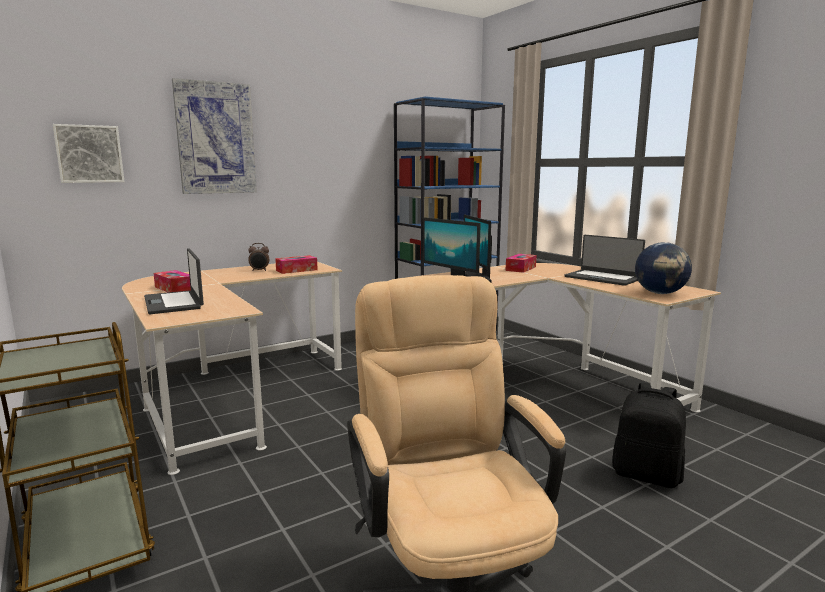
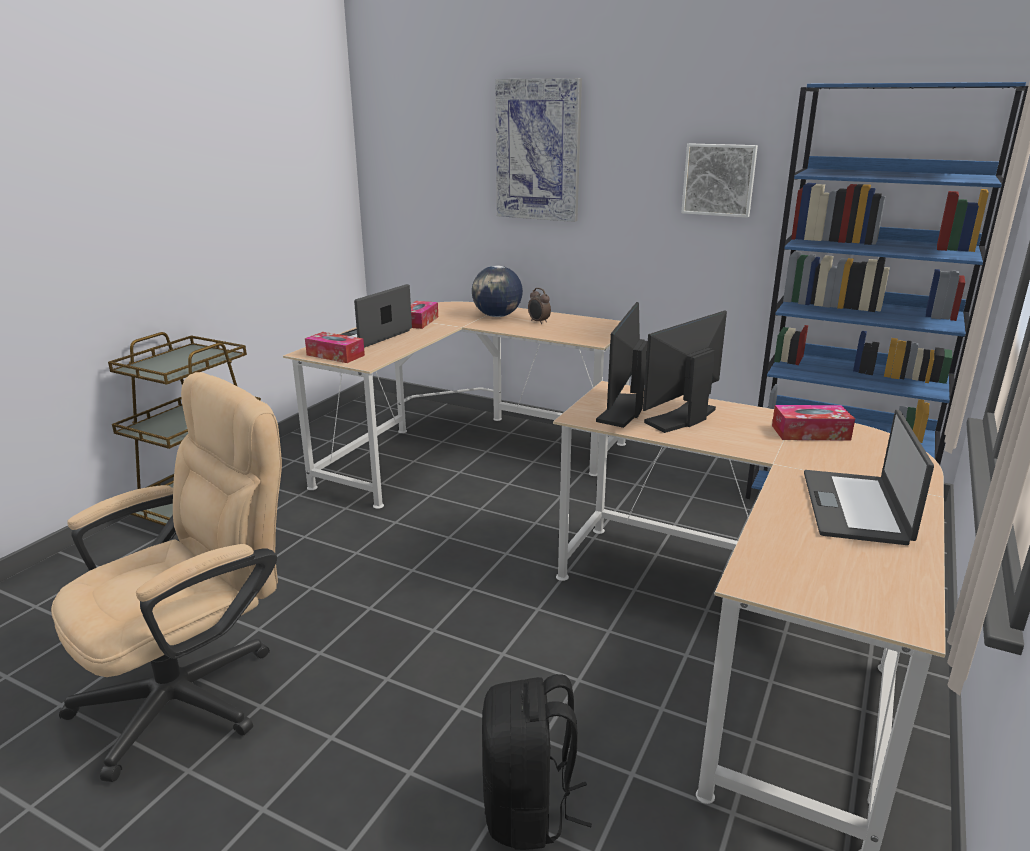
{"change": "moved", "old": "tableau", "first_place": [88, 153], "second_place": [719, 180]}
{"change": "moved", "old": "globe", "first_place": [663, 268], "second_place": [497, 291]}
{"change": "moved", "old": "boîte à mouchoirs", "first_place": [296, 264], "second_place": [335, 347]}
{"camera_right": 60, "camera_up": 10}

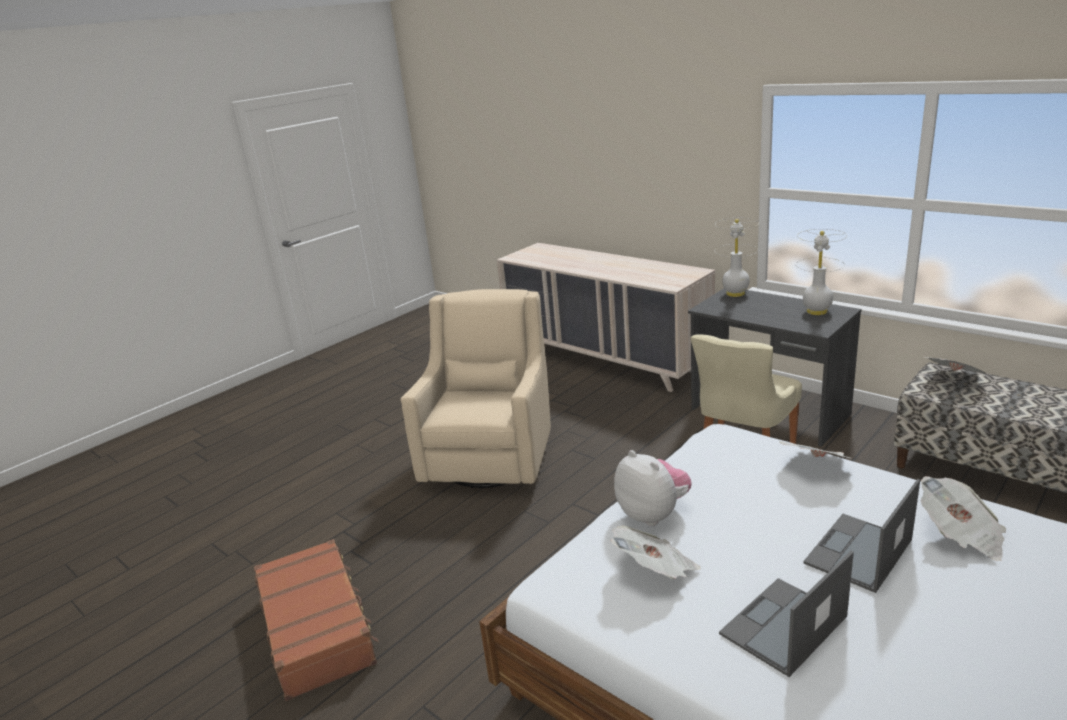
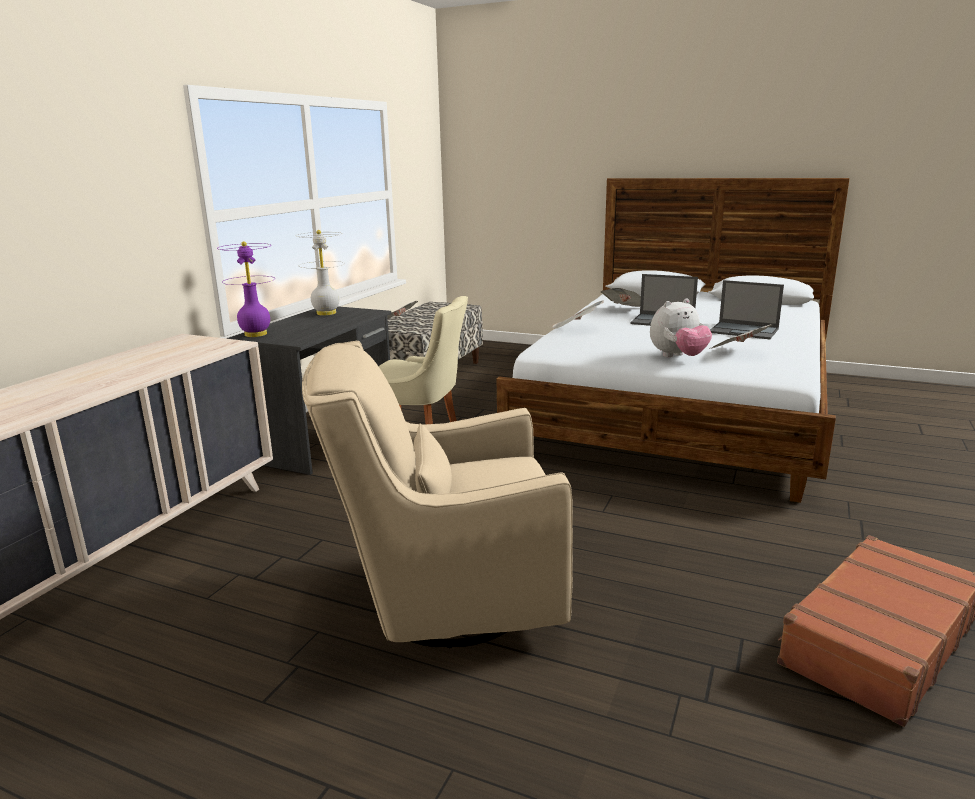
{"change": "recoloured", "old": "lampe de table [blanc]", "new": "lampe de table [violet]", "first_place": [737, 257], "second_place": [246, 289]}
{"change": "turned", "old": "peluche", "first_place": [653, 488], "second_place": [681, 328], "degrees": -150}
{"camera_right": -110, "camera_up": -5}

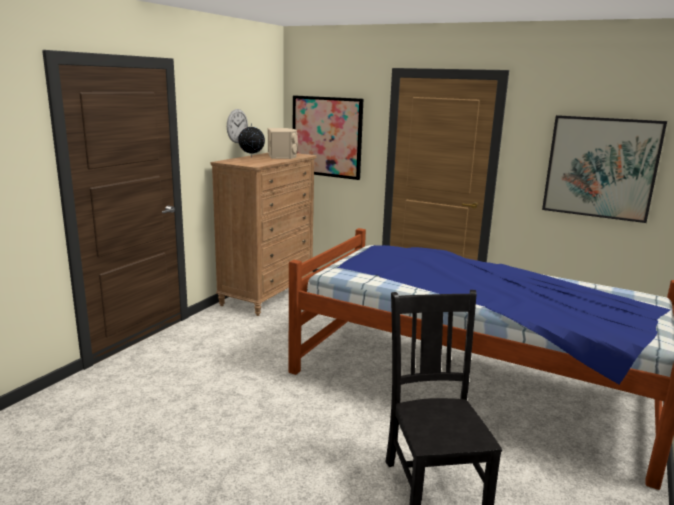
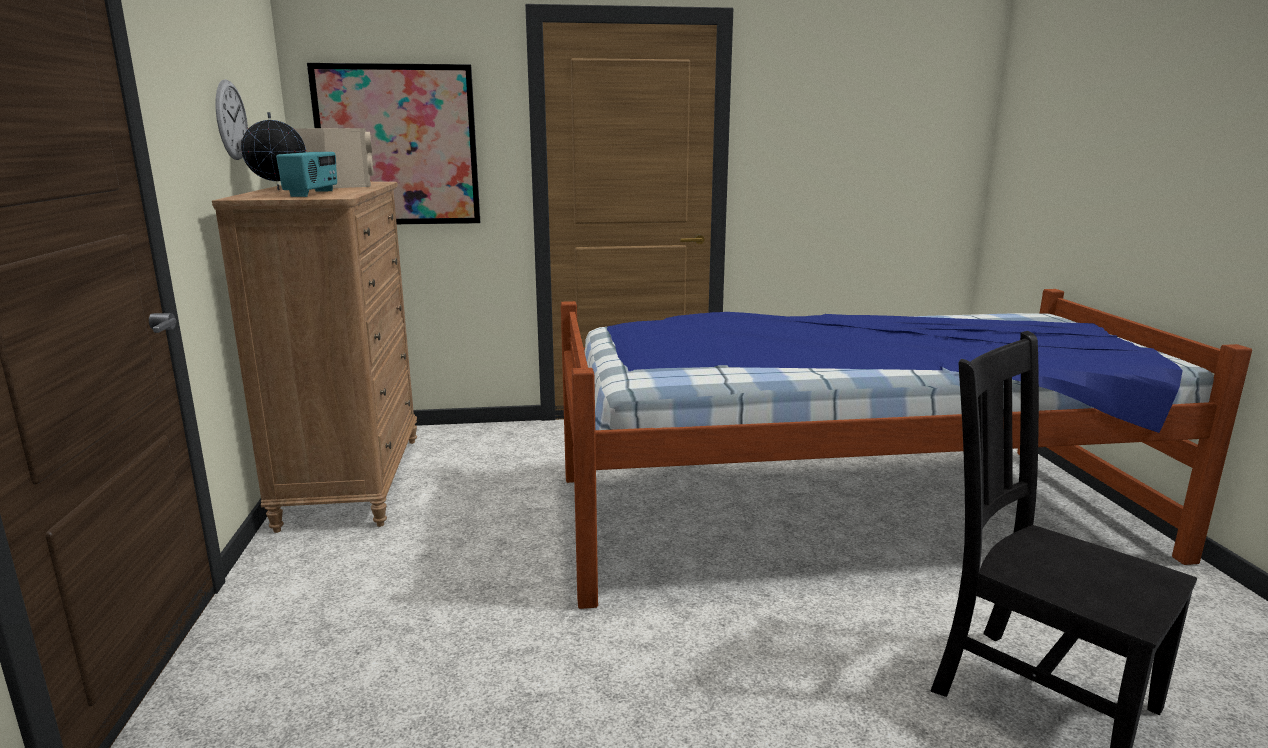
{"change": "removed", "old": "tableau", "first_place": [604, 169]}
{"change": "added", "new": "radio", "second_place": [306, 174]}
{"camera_right": -35, "camera_up": 0}

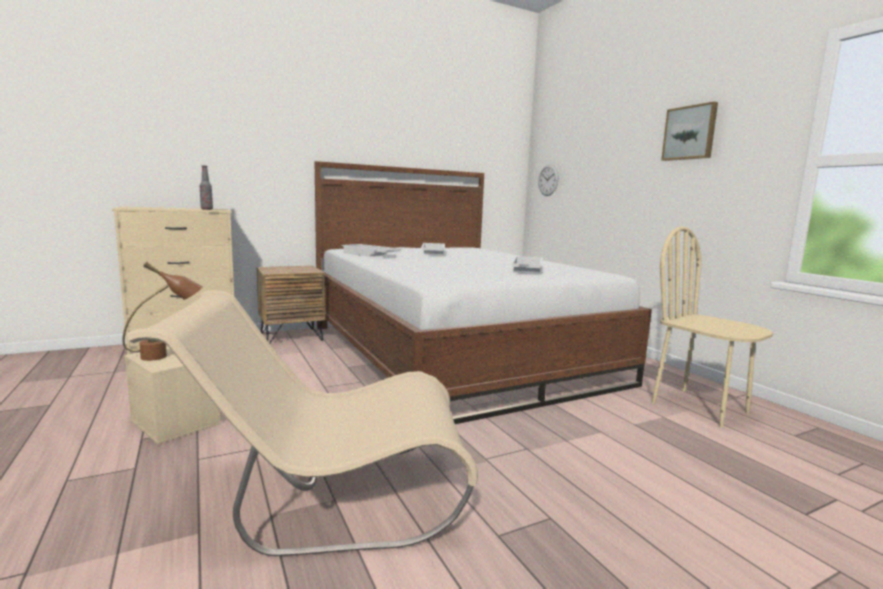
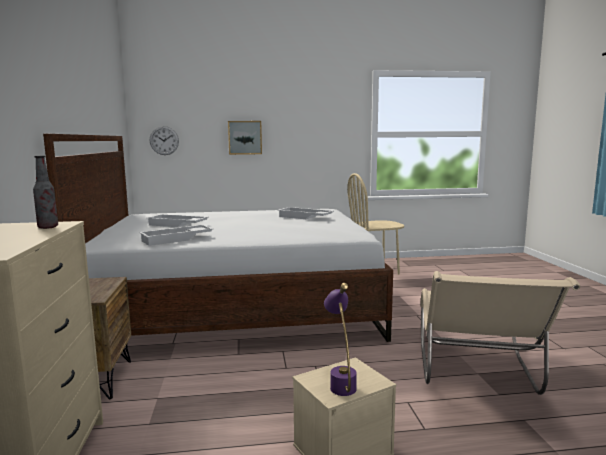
{"change": "moved", "old": "tableau", "first_place": [689, 131], "second_place": [245, 138]}
{"change": "recoloured", "old": "lampe de table [marron]", "new": "lampe de table [violet]", "first_place": [163, 311], "second_place": [340, 339]}
{"camera_right": -70, "camera_up": 0}

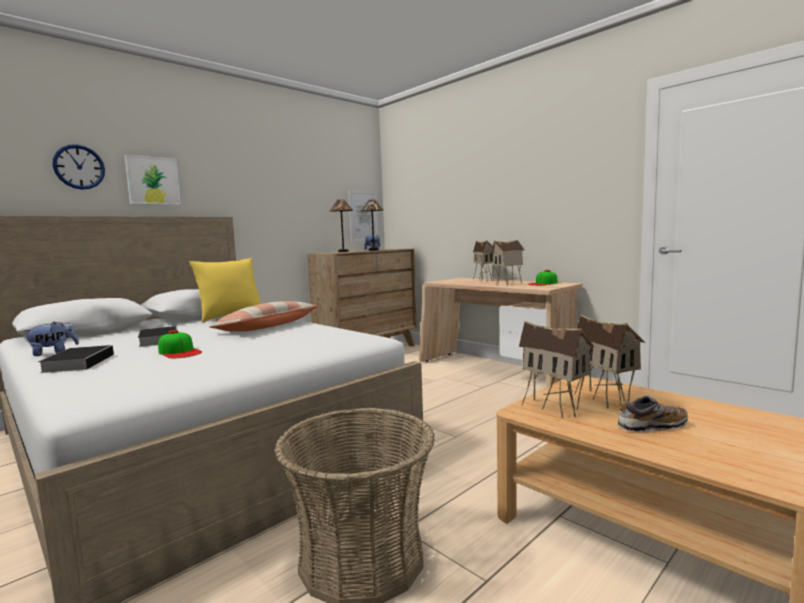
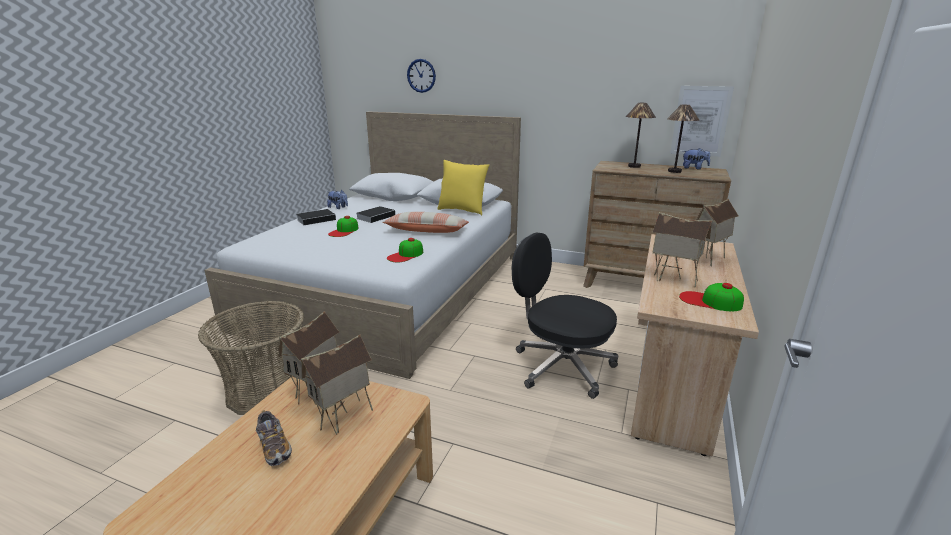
{"change": "removed", "old": "tableau", "first_place": [153, 180]}
{"change": "added", "new": "chaise de bureau [noir]", "second_place": [565, 316]}
{"change": "added", "new": "casquette", "second_place": [405, 250]}
{"camera_right": 65, "camera_up": 15}

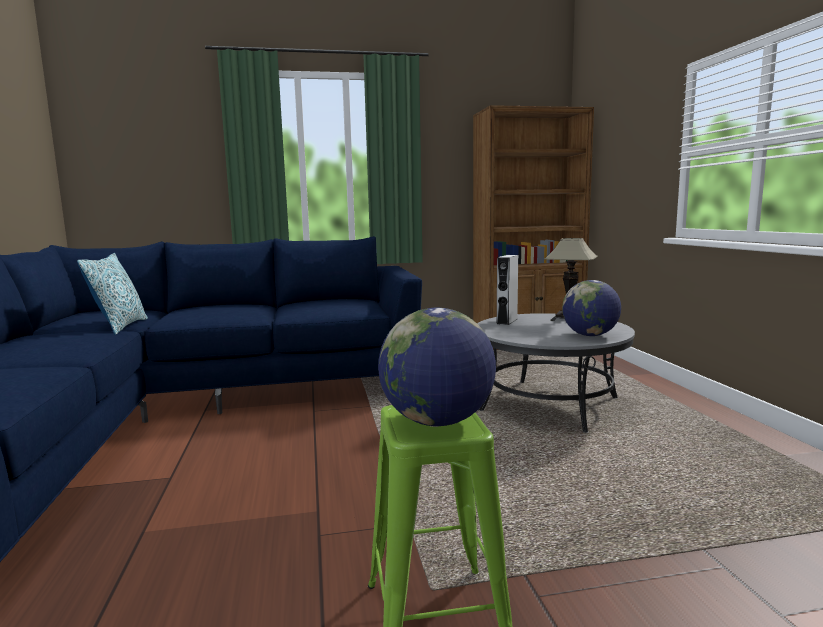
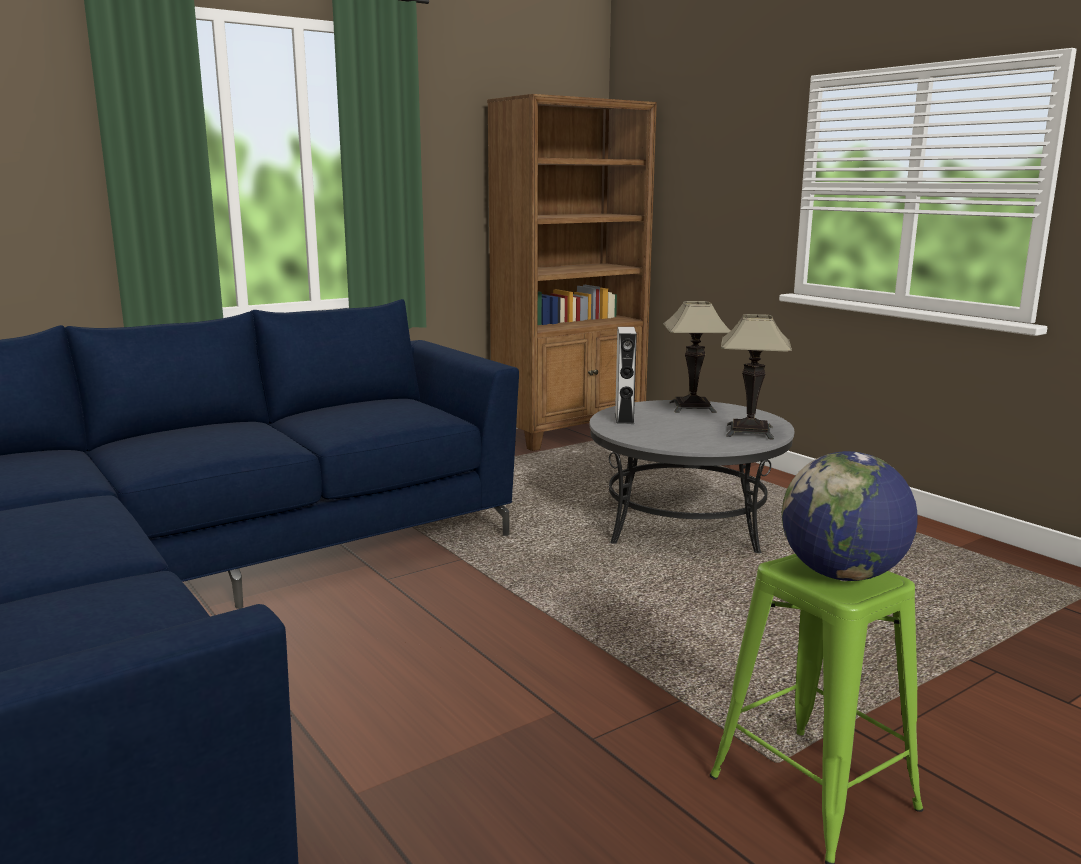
{"change": "removed", "old": "coussin", "first_place": [112, 294]}
{"change": "replaced", "old": "globe", "new": "lampe de table", "first_place": [591, 308], "second_place": [756, 377]}
{"camera_right": -25, "camera_up": 5}

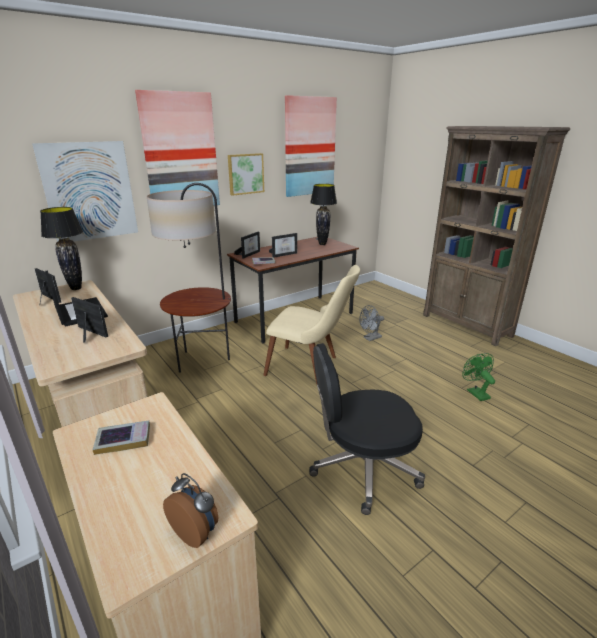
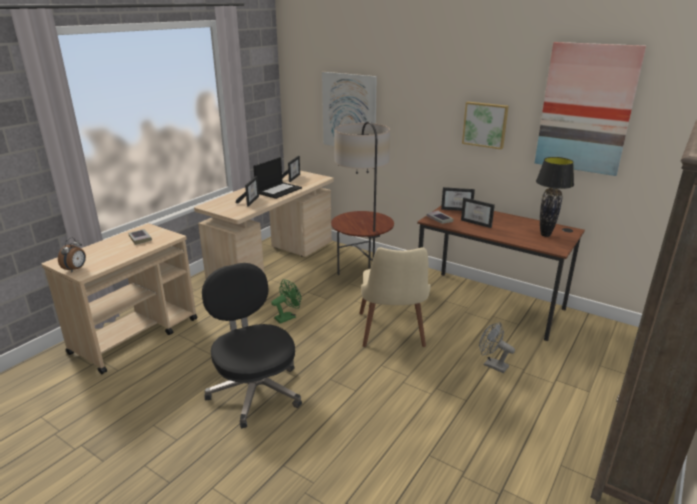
{"change": "removed", "old": "tableau", "first_place": [177, 148]}
{"change": "removed", "old": "lampe de table [noir]", "first_place": [61, 248]}
{"change": "moved", "old": "ventilateur [vert]", "first_place": [478, 377], "second_place": [286, 301]}
{"camera_right": 70, "camera_up": 0}

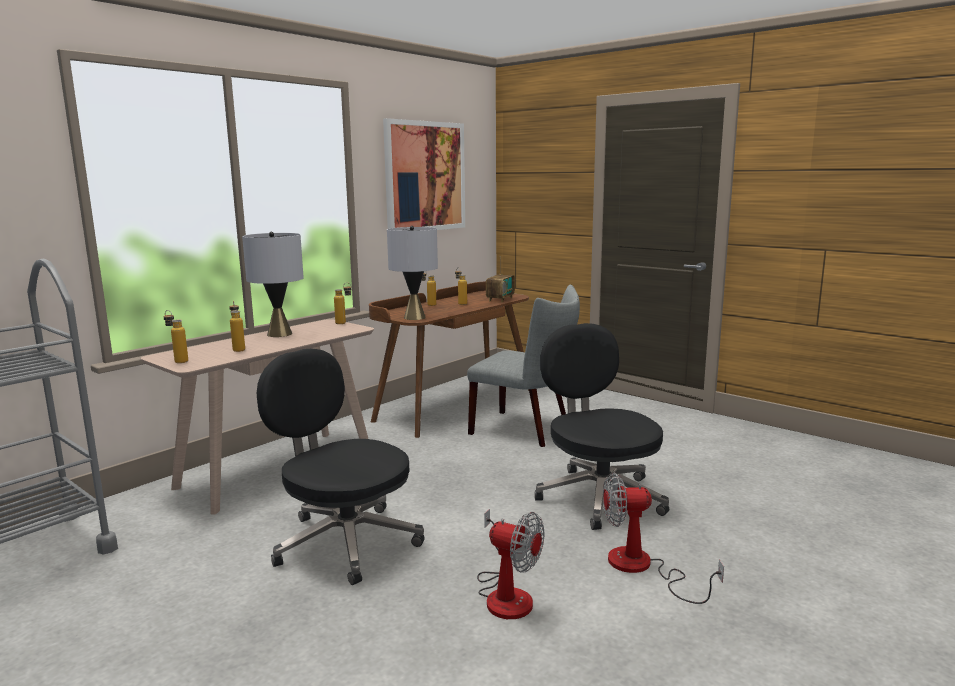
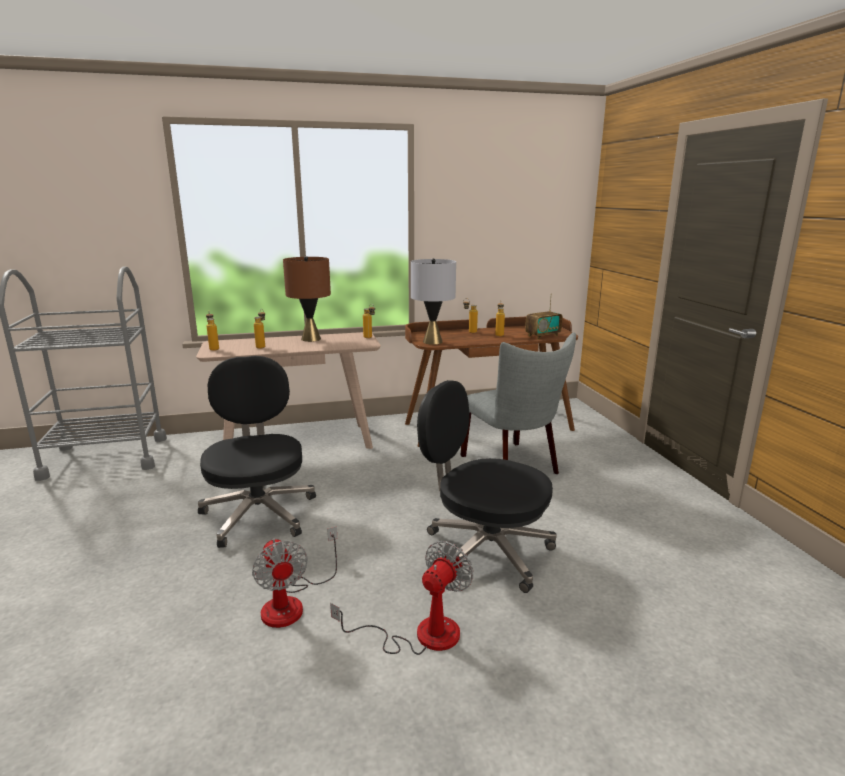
{"change": "removed", "old": "tableau", "first_place": [424, 174]}
{"change": "recoloured", "old": "lampe de table [gris]", "new": "lampe de table [marron]", "first_place": [273, 284], "second_place": [307, 299]}
{"change": "turned", "old": "chaise de bureau [noir]", "first_place": [601, 426], "second_place": [487, 486], "degrees": -75}
{"change": "turned", "old": "ventilateur", "first_place": [663, 538], "second_place": [401, 598], "degrees": 90}
{"camera_right": 35, "camera_up": 5}

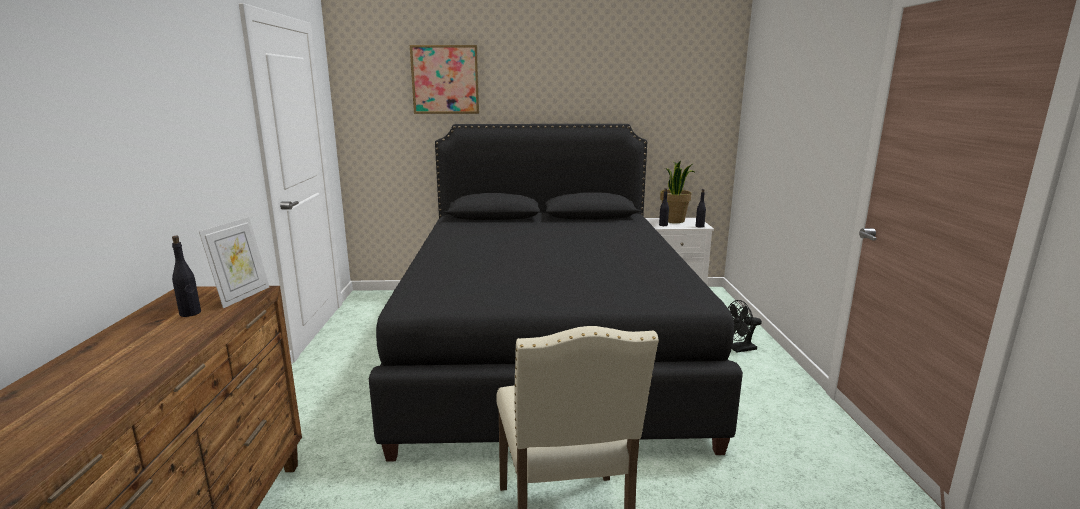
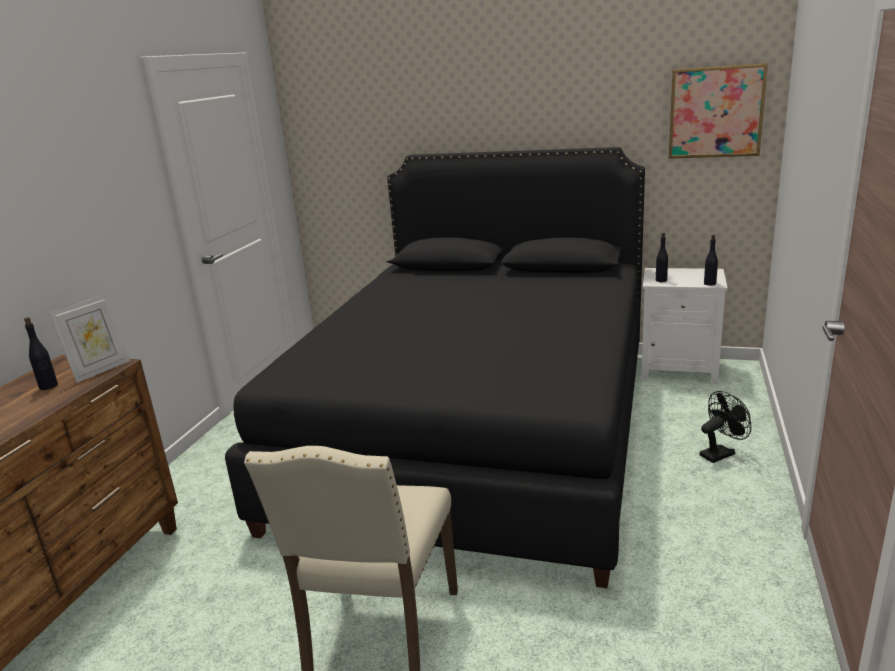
{"change": "moved", "old": "tableau", "first_place": [444, 79], "second_place": [718, 111]}
{"change": "removed", "old": "plante en pot", "first_place": [677, 192]}
{"change": "turned", "old": "ventilateur [noir]", "first_place": [745, 326], "second_place": [725, 427], "degrees": 150}
{"camera_right": 20, "camera_up": 5}

